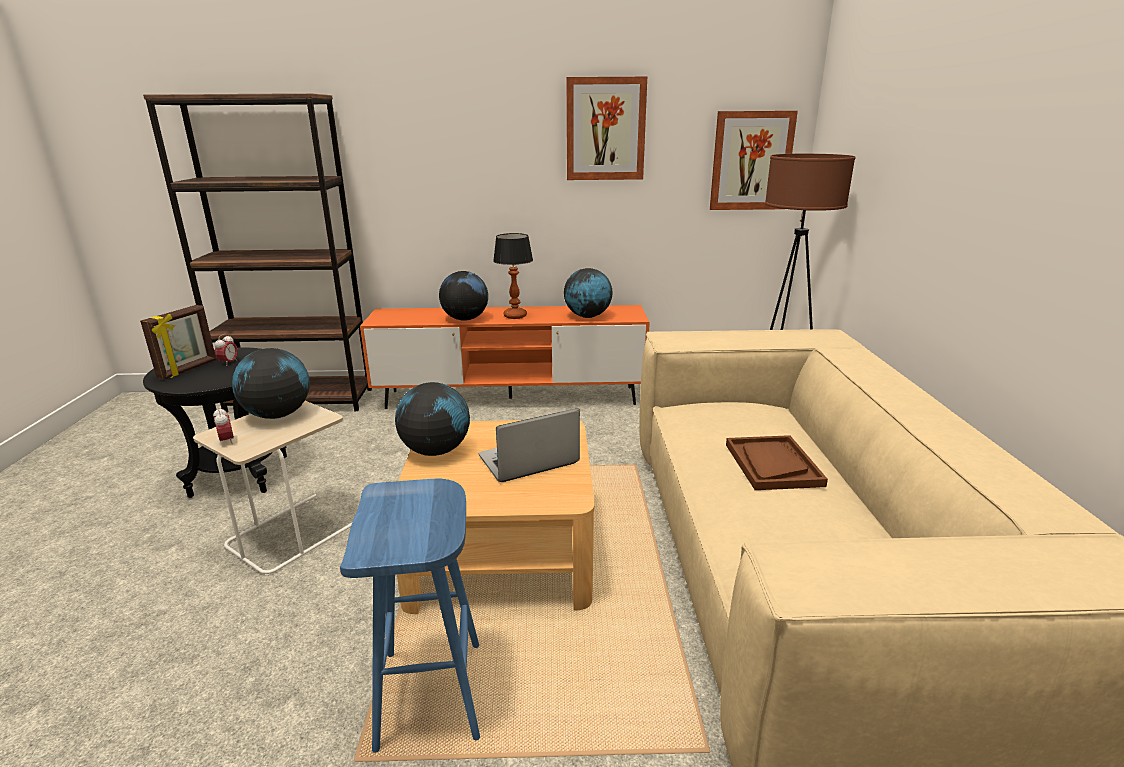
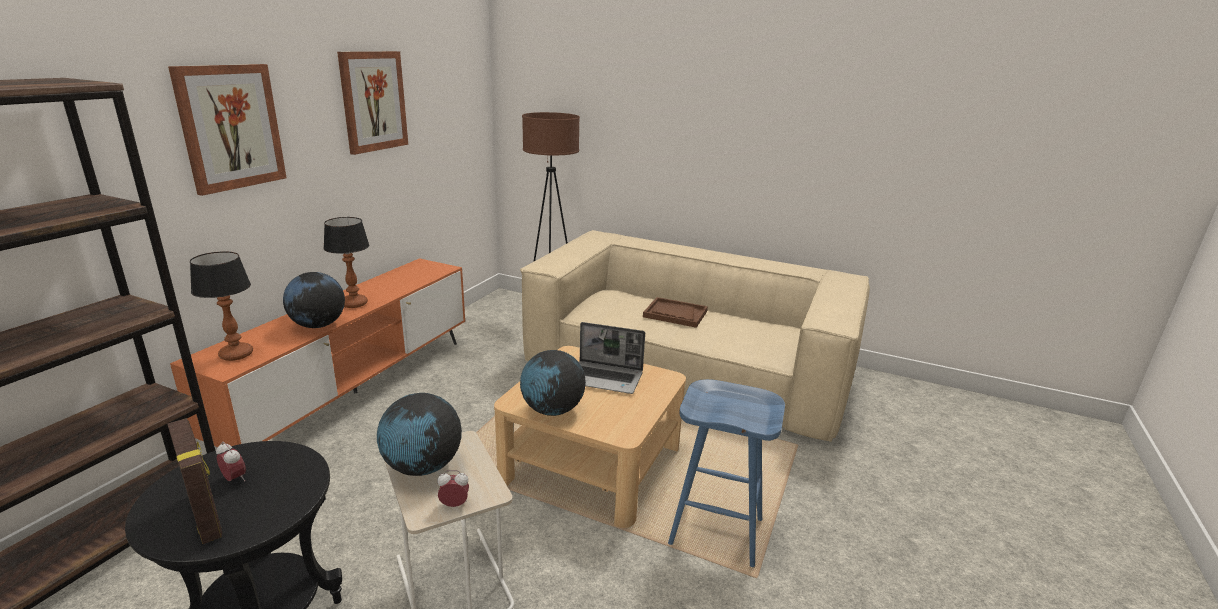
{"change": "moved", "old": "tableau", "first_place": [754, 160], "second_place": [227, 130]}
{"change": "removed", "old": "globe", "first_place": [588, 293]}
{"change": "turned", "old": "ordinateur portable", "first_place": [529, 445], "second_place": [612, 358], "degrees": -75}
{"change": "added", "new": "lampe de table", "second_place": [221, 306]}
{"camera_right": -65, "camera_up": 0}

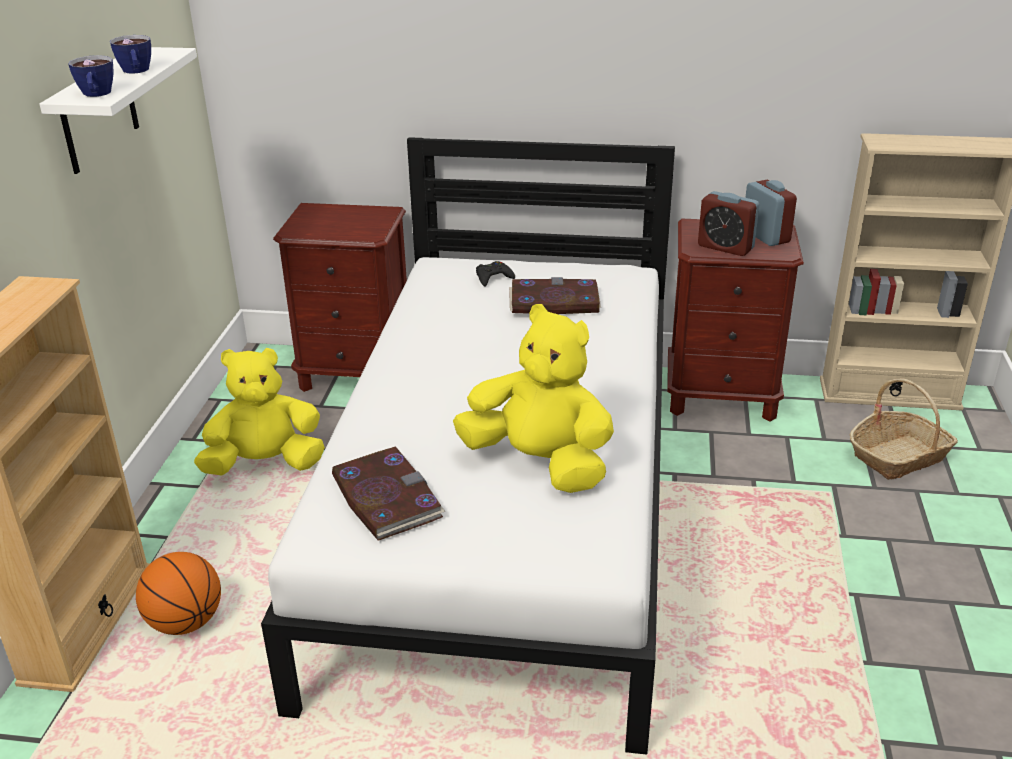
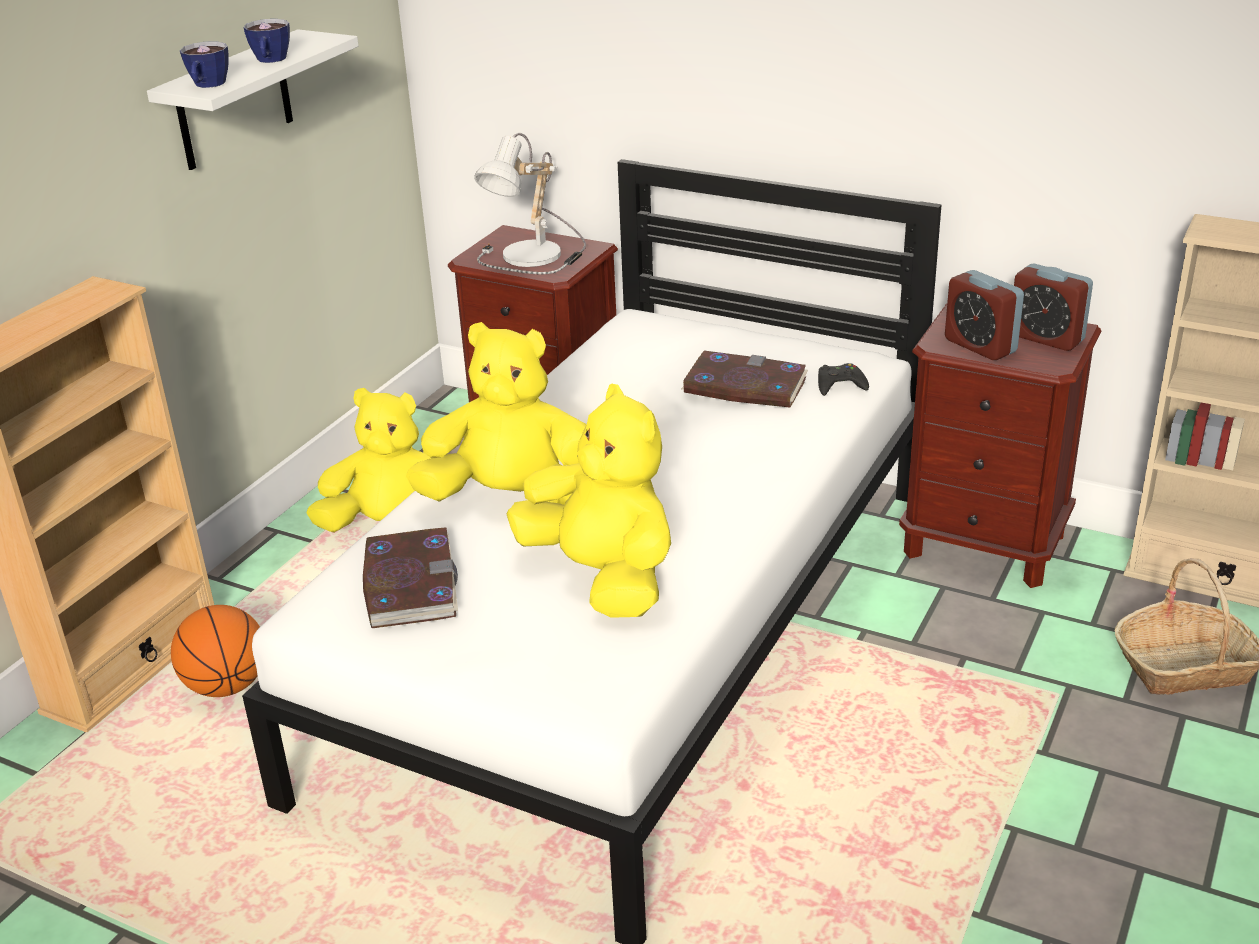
{"change": "turned", "old": "réveil", "first_place": [771, 213], "second_place": [1053, 307], "degrees": 135}
{"change": "moved", "old": "manette [noir]", "first_place": [495, 274], "second_place": [843, 379]}
{"change": "added", "new": "lampe de table", "second_place": [530, 204]}
{"change": "added", "new": "peluche [jaune]", "second_place": [496, 413]}
{"camera_right": 20, "camera_up": 0}

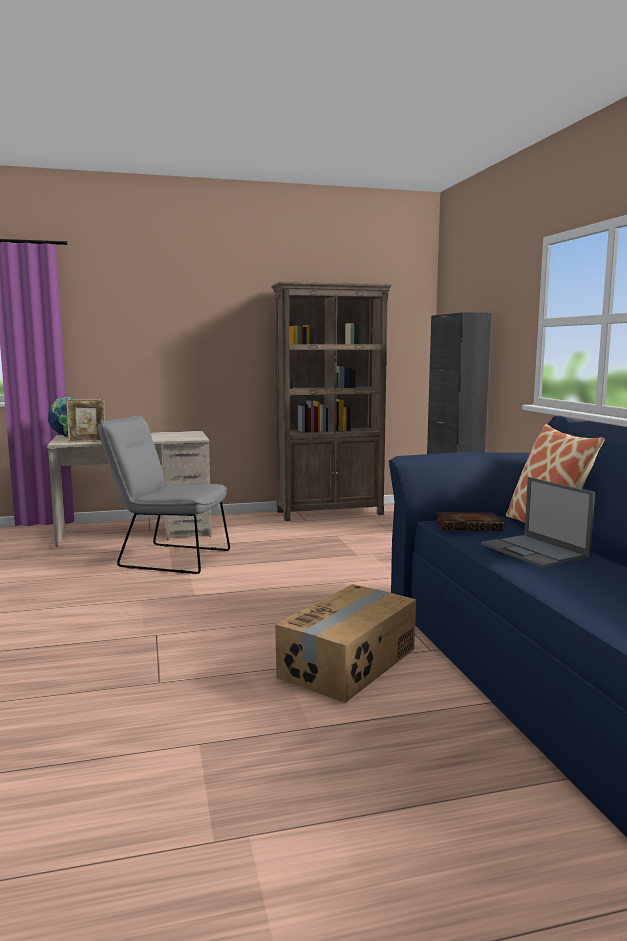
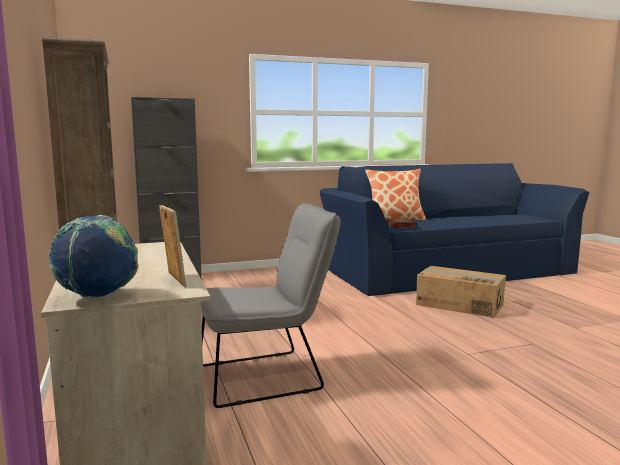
{"change": "turned", "old": "chaise [gris]", "first_place": [164, 494], "second_place": [271, 305], "degrees": -120}
{"change": "removed", "old": "ordinateur portable", "first_place": [538, 522]}
{"camera_right": -95, "camera_up": 0}

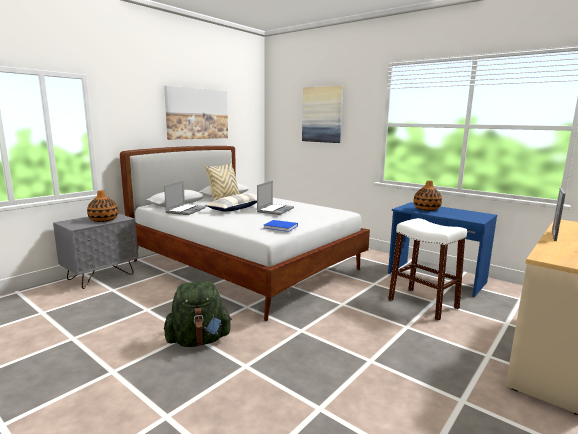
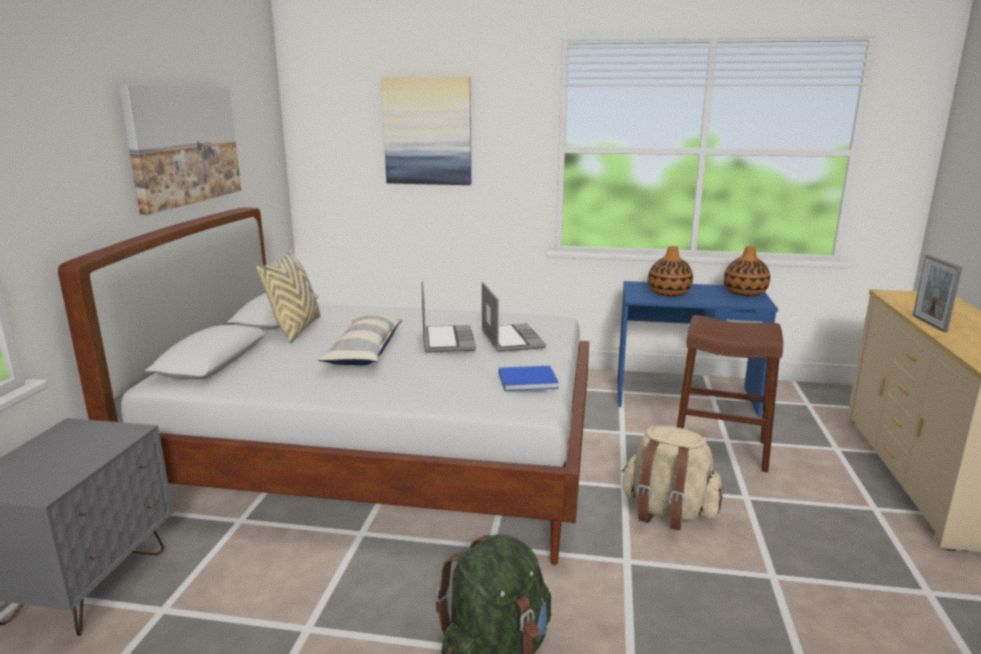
{"change": "moved", "old": "ordinateur portable", "first_place": [185, 198], "second_place": [514, 317]}
{"change": "moved", "old": "vase", "first_place": [102, 206], "second_place": [746, 271]}
{"change": "recoloured", "old": "tabouret [blanc]", "new": "tabouret [marron]", "first_place": [427, 269], "second_place": [730, 393]}
{"change": "added", "new": "sac à dos [beige]", "second_place": [672, 477]}
{"camera_right": -30, "camera_up": 5}

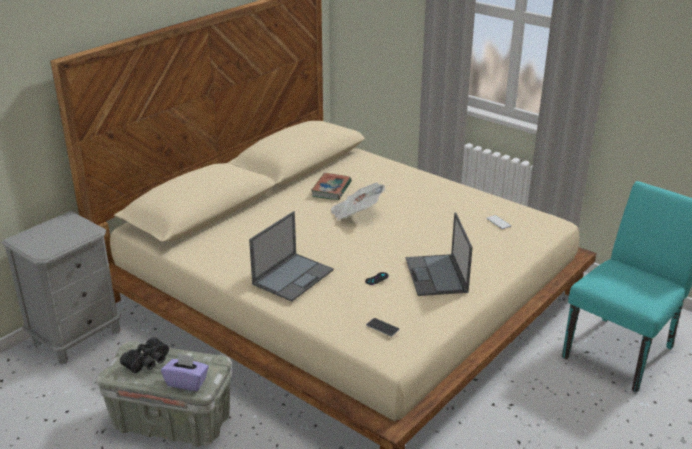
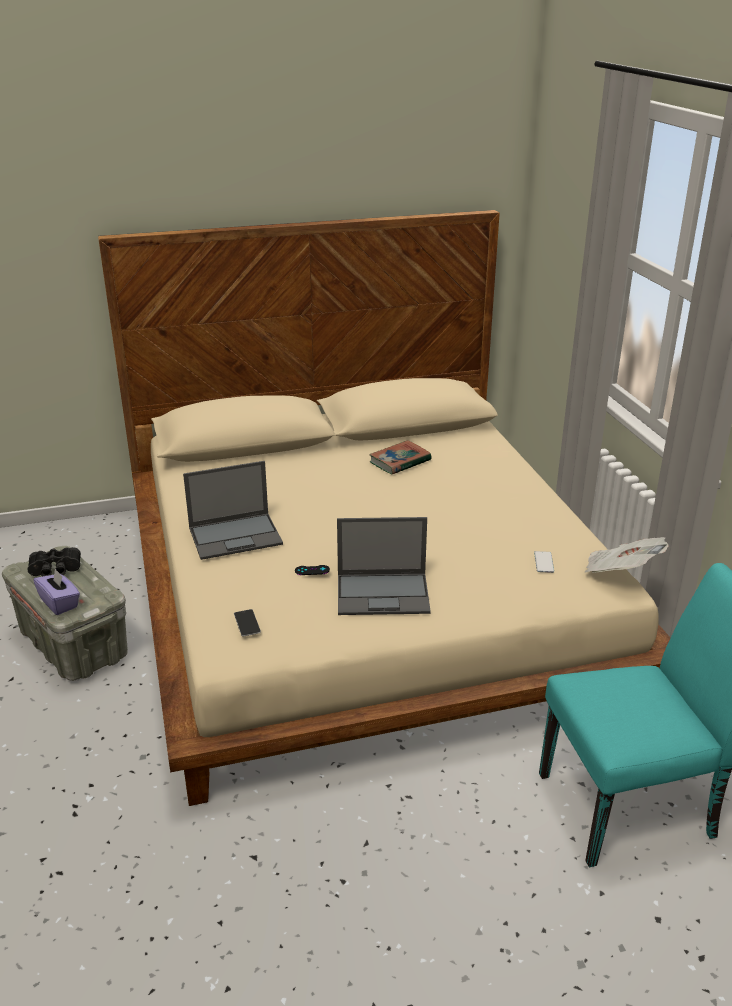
{"change": "moved", "old": "journal", "first_place": [357, 201], "second_place": [627, 555]}
{"change": "removed", "old": "table de chevet [gris]", "first_place": [61, 287]}
{"change": "turned", "old": "ordinateur portable", "first_place": [439, 254], "second_place": [384, 566], "degrees": -120}
{"camera_right": 35, "camera_up": 0}

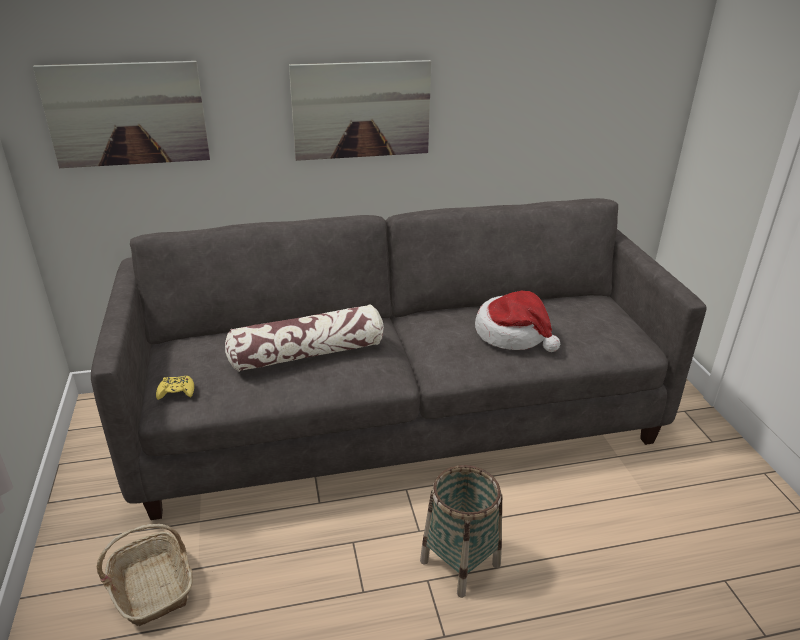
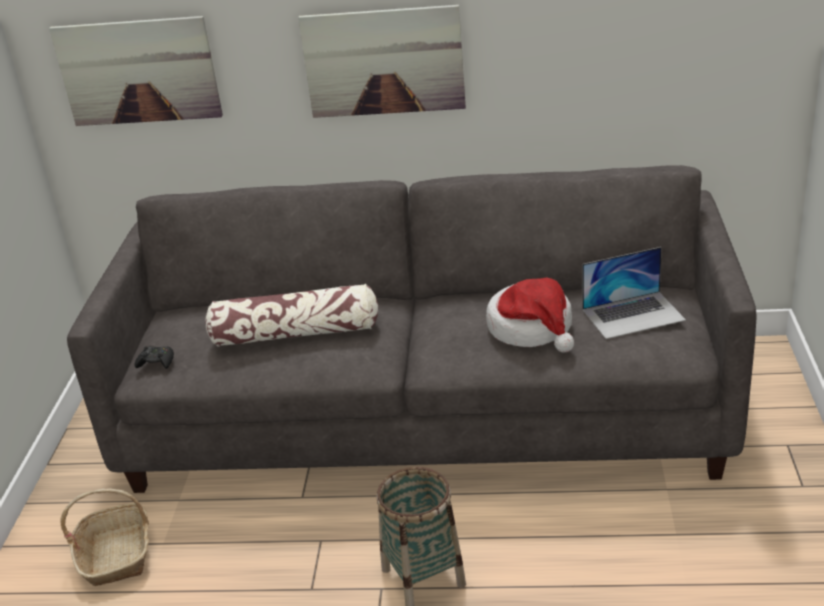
{"change": "recoloured", "old": "manette [jaune]", "new": "manette [noir]", "first_place": [175, 388], "second_place": [154, 357]}
{"change": "added", "new": "ordinateur portable", "second_place": [634, 293]}
{"camera_right": 20, "camera_up": 0}

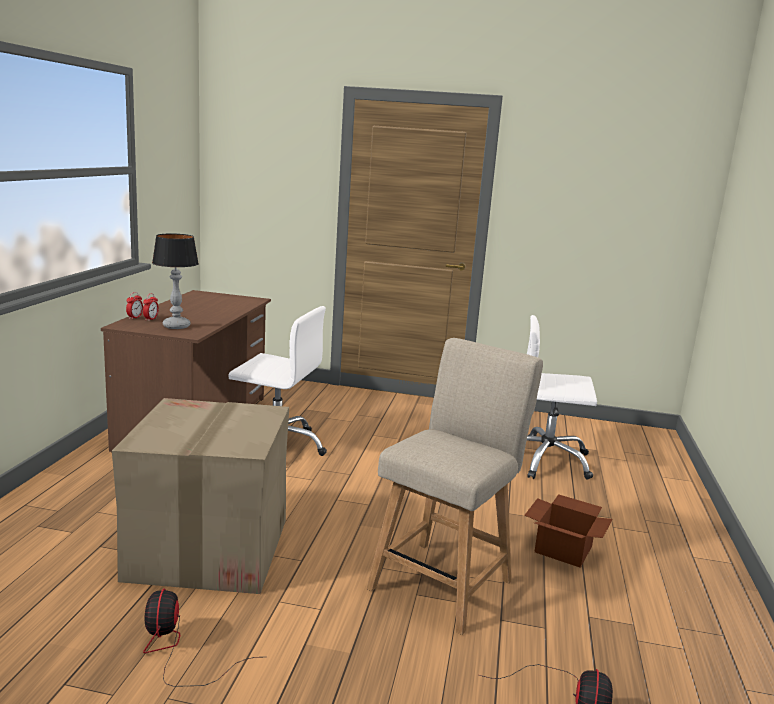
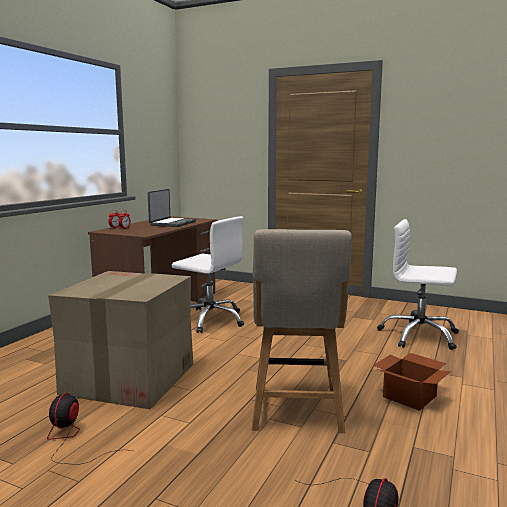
{"change": "removed", "old": "lampe de table", "first_place": [175, 281]}
{"change": "turned", "old": "chaise [beige]", "first_place": [454, 486], "second_place": [302, 331], "degrees": 135}
{"change": "added", "new": "ordinateur portable", "second_place": [172, 208]}
{"camera_right": 15, "camera_up": -5}

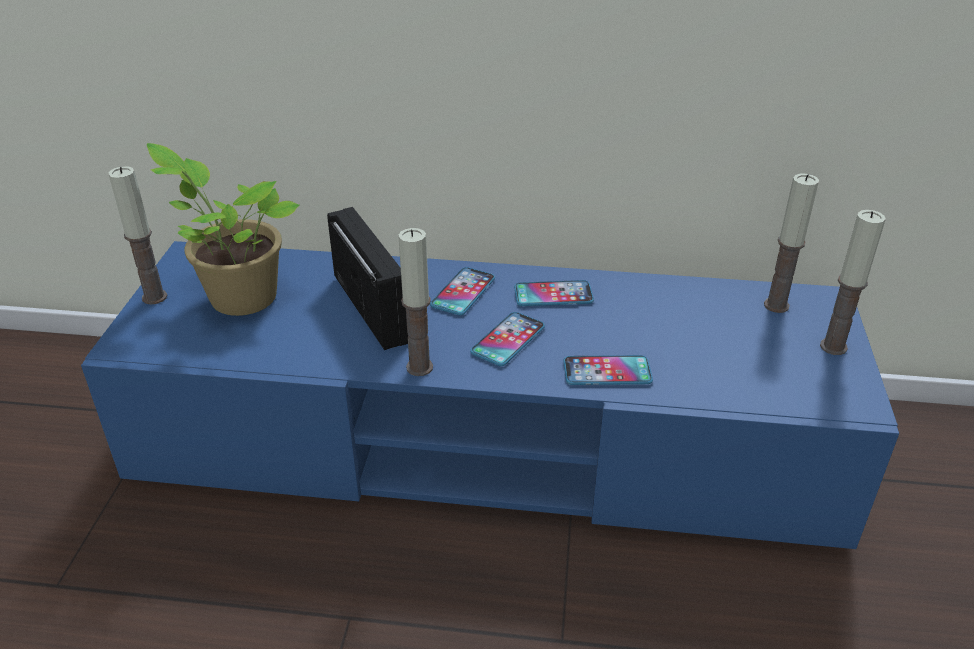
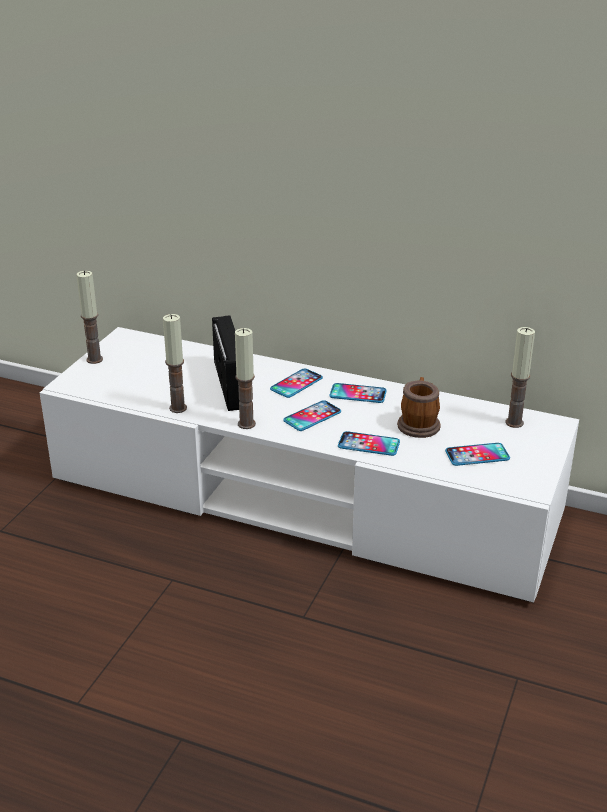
{"change": "removed", "old": "plante en pot", "first_place": [223, 229]}
{"change": "moved", "old": "bougie", "first_place": [853, 282], "second_place": [175, 363]}
{"change": "recoloured", "old": "meuble télé [bleu]", "new": "meuble télé [blanc]", "first_place": [490, 395], "second_place": [309, 465]}
{"change": "added", "new": "mug", "second_place": [419, 407]}
{"change": "added", "new": "téléphone", "second_place": [477, 454]}
{"camera_right": 15, "camera_up": -5}

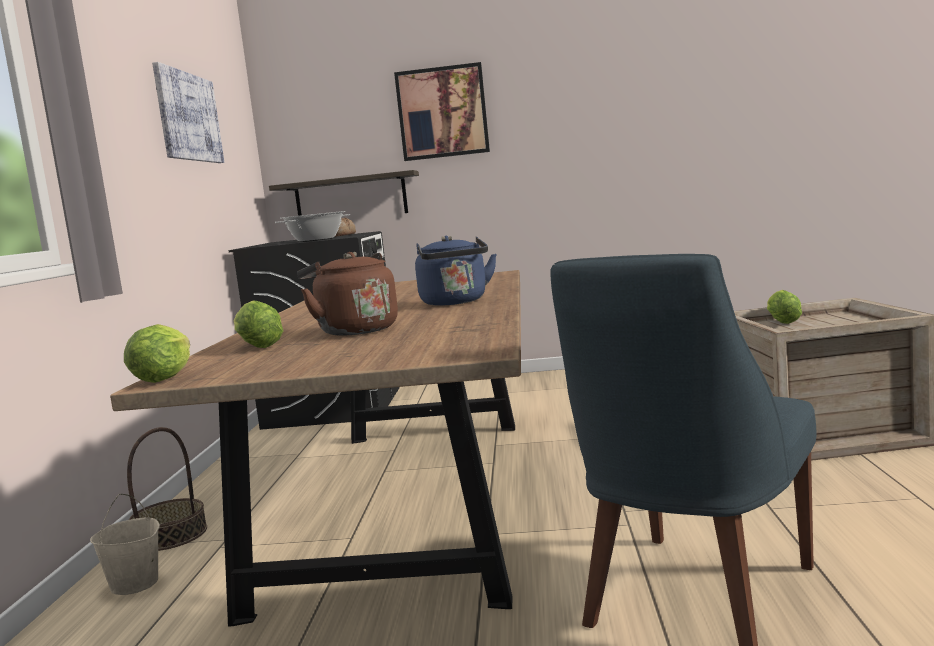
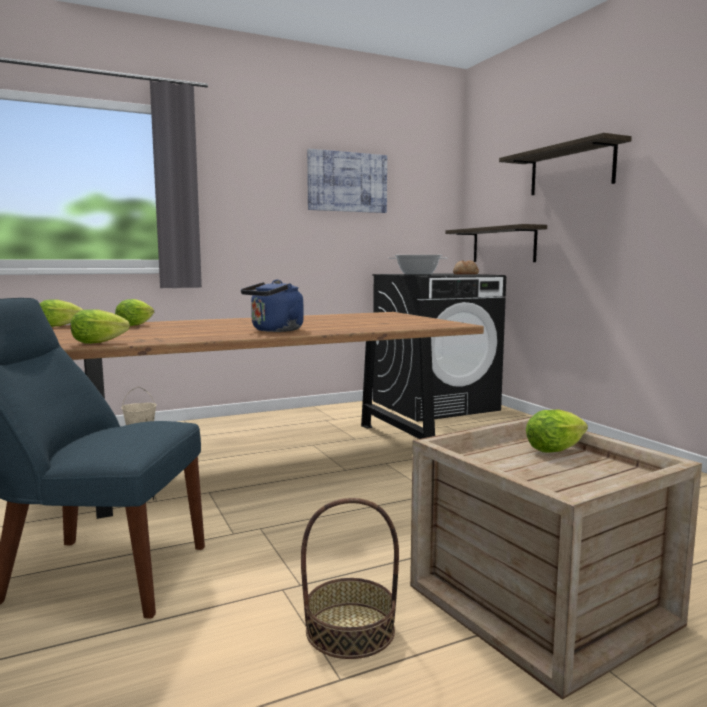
{"change": "replaced", "old": "tableau", "new": "étagère", "first_place": [442, 111], "second_place": [565, 164]}
{"change": "removed", "old": "bouilloire [marron]", "first_place": [347, 294]}
{"change": "moved", "old": "panier", "first_place": [167, 489], "second_place": [350, 578]}
{"change": "added", "new": "laitue", "second_place": [100, 326]}
{"camera_right": 60, "camera_up": 0}

